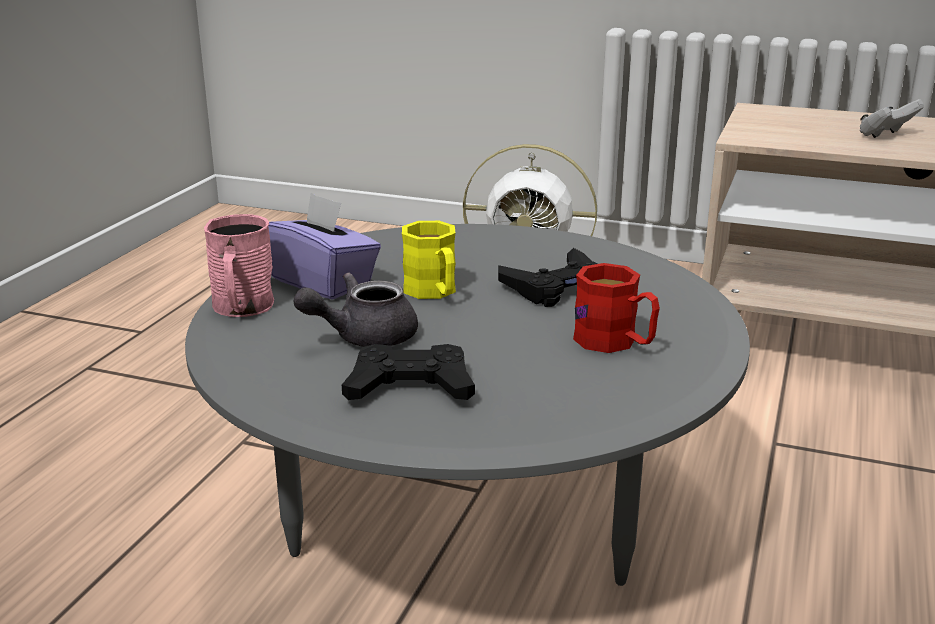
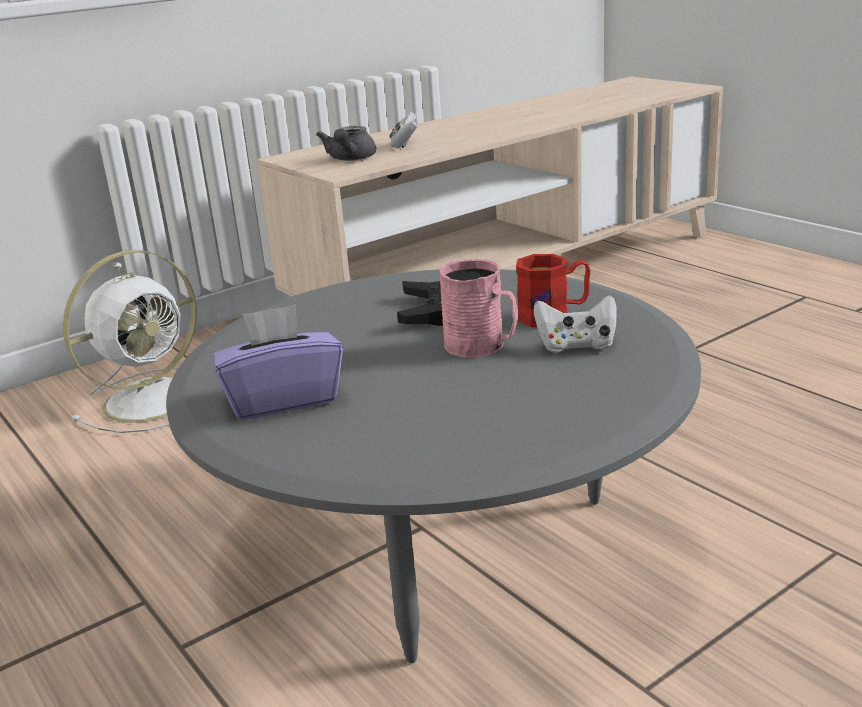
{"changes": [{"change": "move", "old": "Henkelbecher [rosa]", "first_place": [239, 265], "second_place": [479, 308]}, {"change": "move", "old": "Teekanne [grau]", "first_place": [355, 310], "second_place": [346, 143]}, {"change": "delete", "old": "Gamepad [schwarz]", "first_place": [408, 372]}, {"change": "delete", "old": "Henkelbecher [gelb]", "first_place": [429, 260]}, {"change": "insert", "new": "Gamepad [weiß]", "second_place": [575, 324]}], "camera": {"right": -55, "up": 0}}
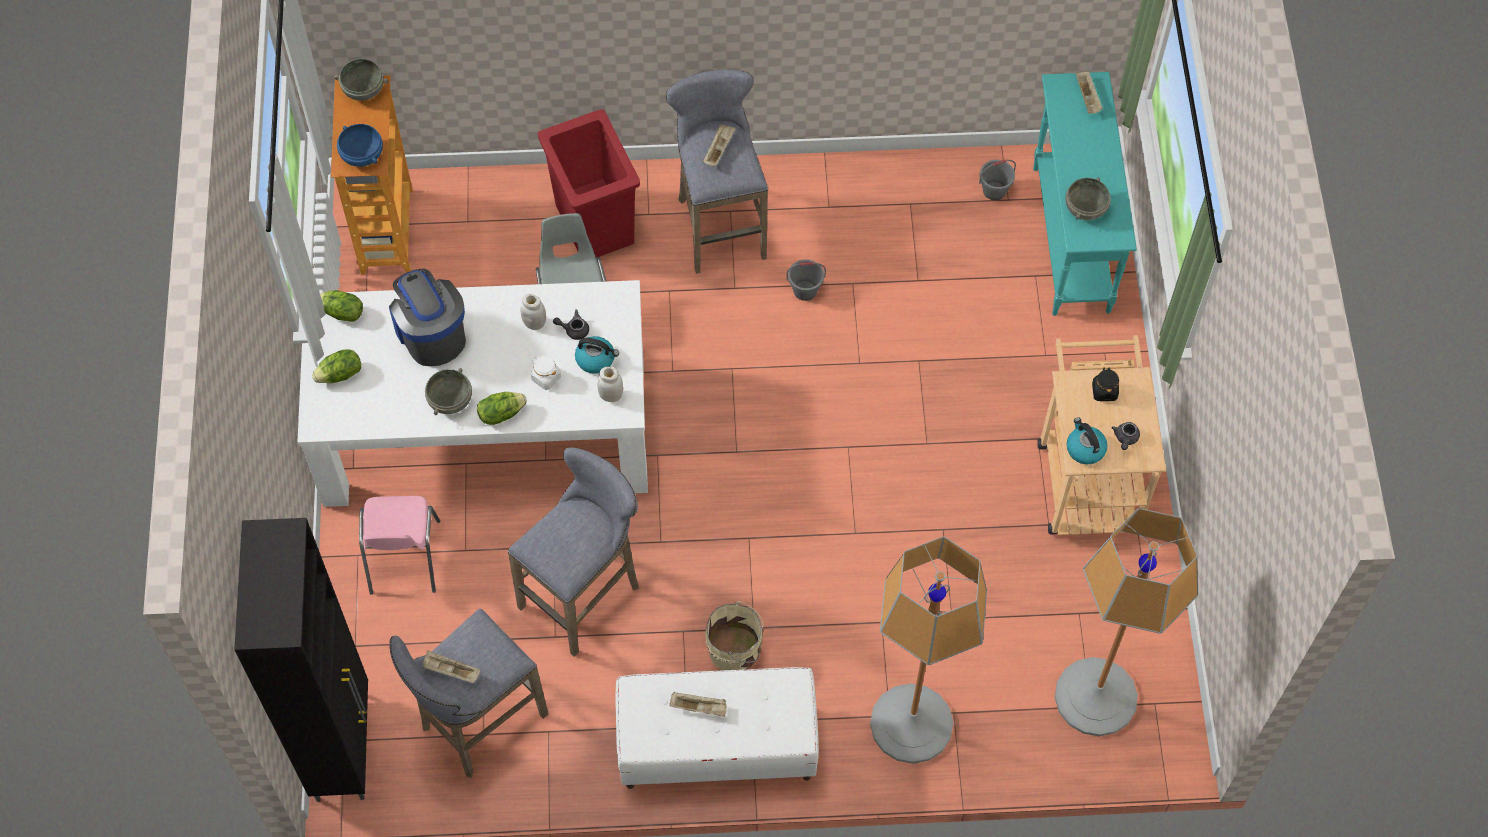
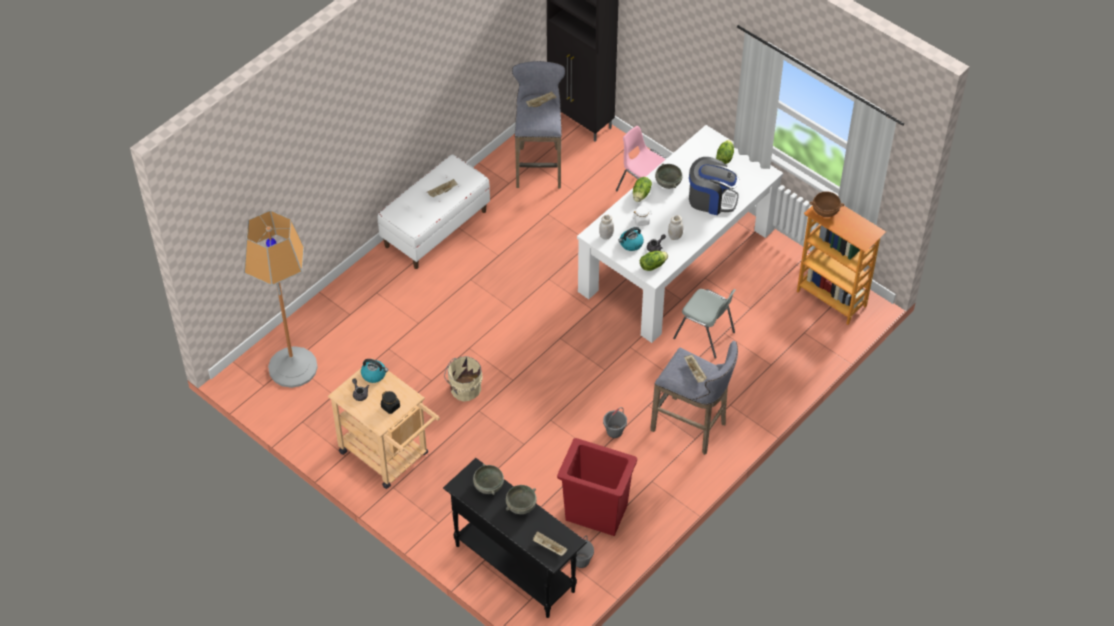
{"changes": [{"change": "move", "old": "Salatkopf", "first_place": [341, 306], "second_place": [654, 261]}, {"change": "move", "old": "Schüssel [grau]", "first_place": [361, 80], "second_place": [521, 499]}, {"change": "recolor", "old": "Schüssel [blau]", "new": "Schüssel [braun]", "first_place": [360, 145], "second_place": [826, 204]}, {"change": "delete", "old": "Hocker [grau]", "first_place": [573, 552]}, {"change": "move", "old": "Mülleimer [rot]", "first_place": [589, 183], "second_place": [597, 487]}, {"change": "move", "old": "Eimer [beige]", "first_place": [734, 635], "second_place": [463, 379]}, {"change": "delete", "old": "Stehlampe", "first_place": [928, 650]}, {"change": "recolor", "old": "Konsolentisch [türkis]", "new": "Konsolentisch [schwarz]", "first_place": [1085, 194], "second_place": [515, 538]}], "camera": {"right": 135, "up": -10}}
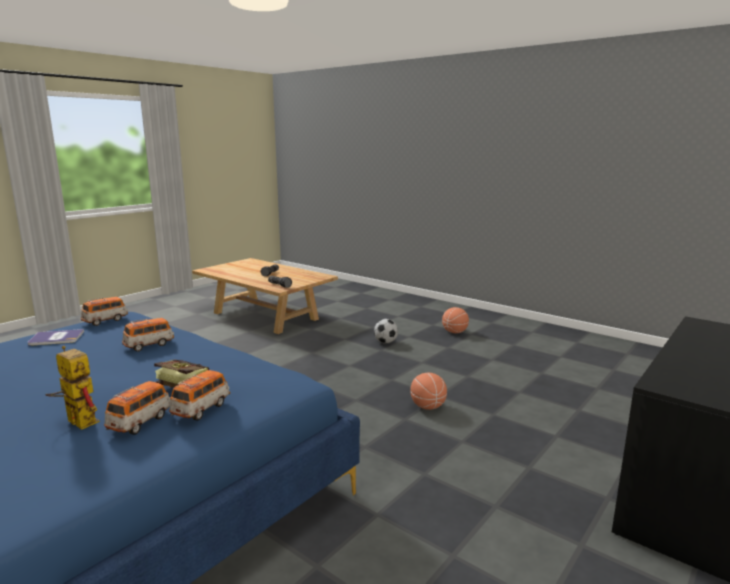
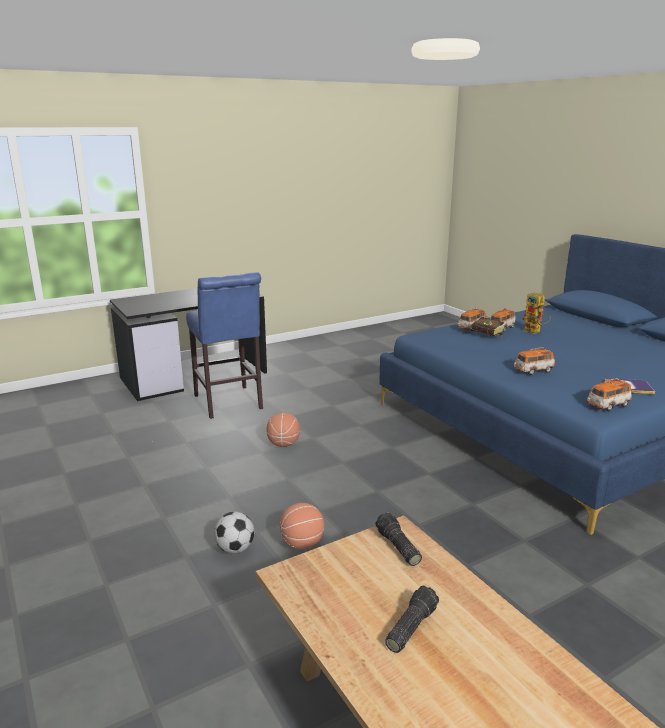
{"changes": [{"change": "move", "old": "Basketball", "first_place": [455, 320], "second_place": [302, 526]}, {"change": "insert", "new": "Hocker [blau]", "second_place": [224, 345]}], "camera": {"right": -160, "up": 5}}
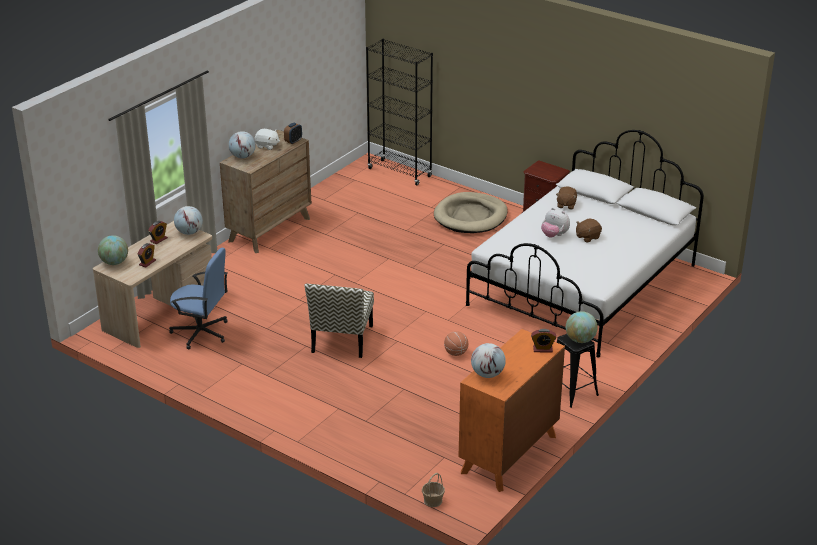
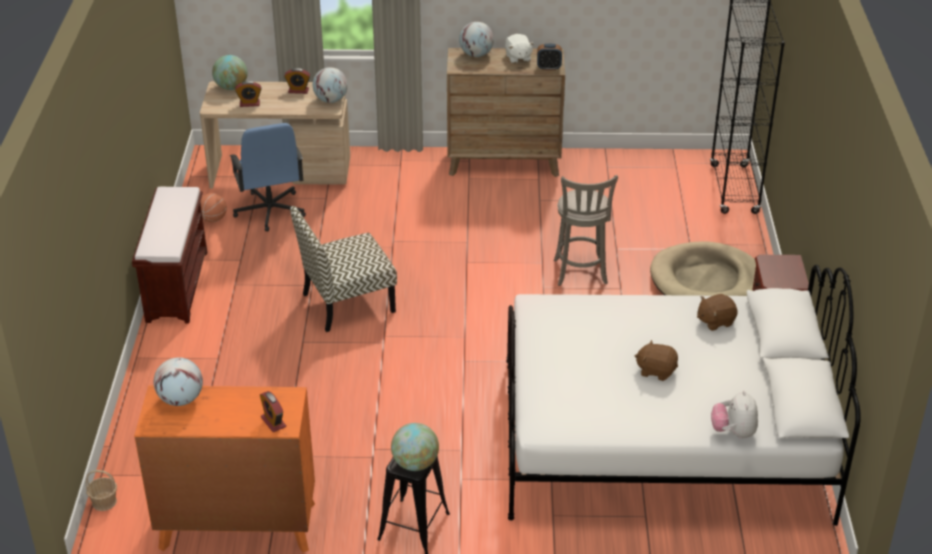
{"changes": [{"change": "move", "old": "Basketball", "first_place": [456, 343], "second_place": [213, 207]}, {"change": "move", "old": "Plüschtier", "first_place": [555, 223], "second_place": [734, 415]}, {"change": "insert", "new": "Bank [braun]", "second_place": [169, 255]}, {"change": "insert", "new": "Hocker [grau]", "second_place": [586, 230]}], "camera": {"right": 55, "up": 5}}
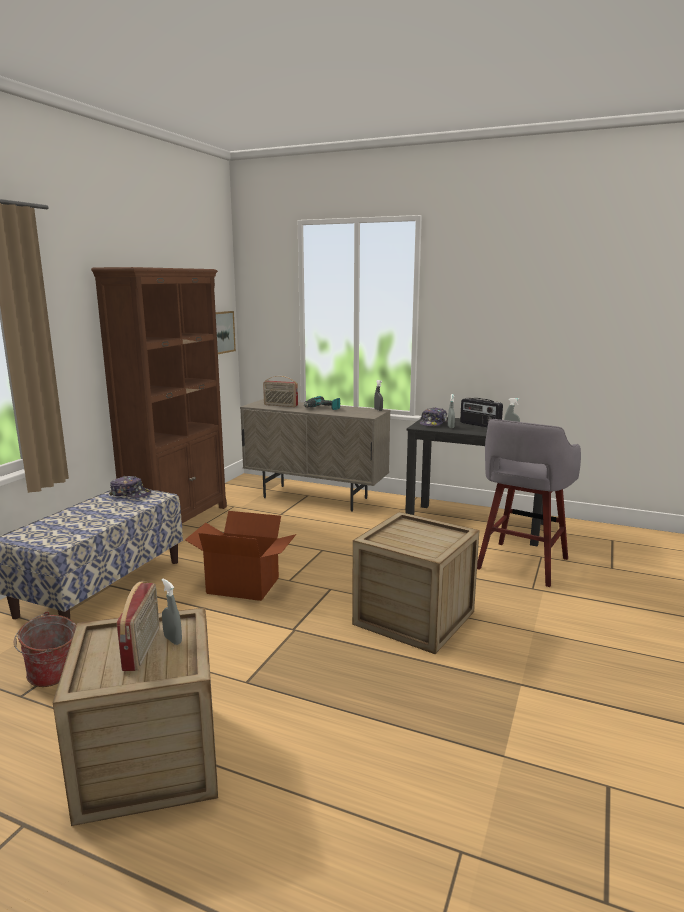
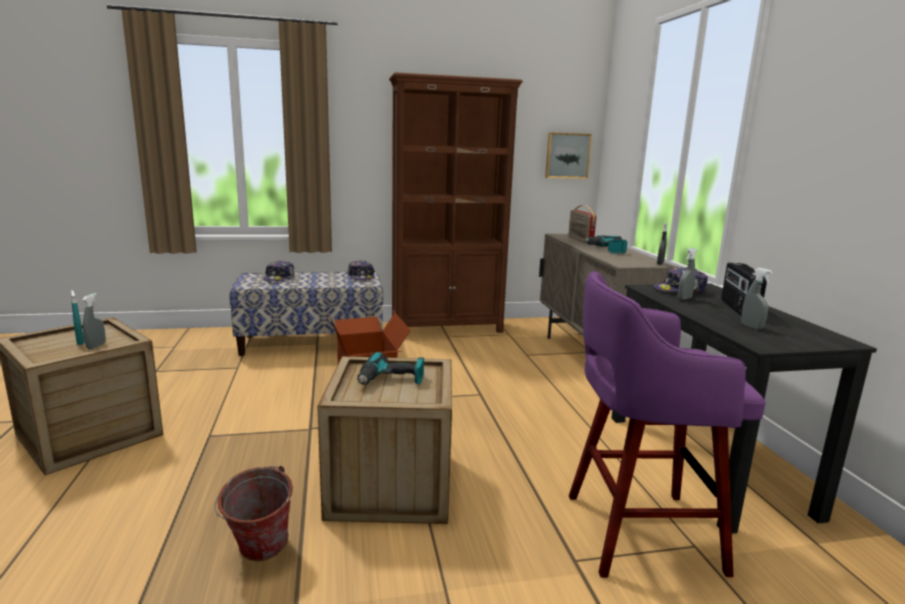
{"changes": [{"change": "move", "old": "Eimer", "first_place": [45, 649], "second_place": [253, 513]}, {"change": "replace", "old": "Radio", "new": "Sprühflasche [türkis]", "first_place": [138, 626], "second_place": [77, 317]}, {"change": "recolor", "old": "Hocker [grau]", "new": "Hocker [lila]", "first_place": [529, 503], "second_place": [667, 424]}, {"change": "insert", "new": "Kappe", "second_place": [278, 271]}, {"change": "insert", "new": "Bohrmaschine", "second_place": [390, 368]}], "camera": {"right": 55, "up": 0}}
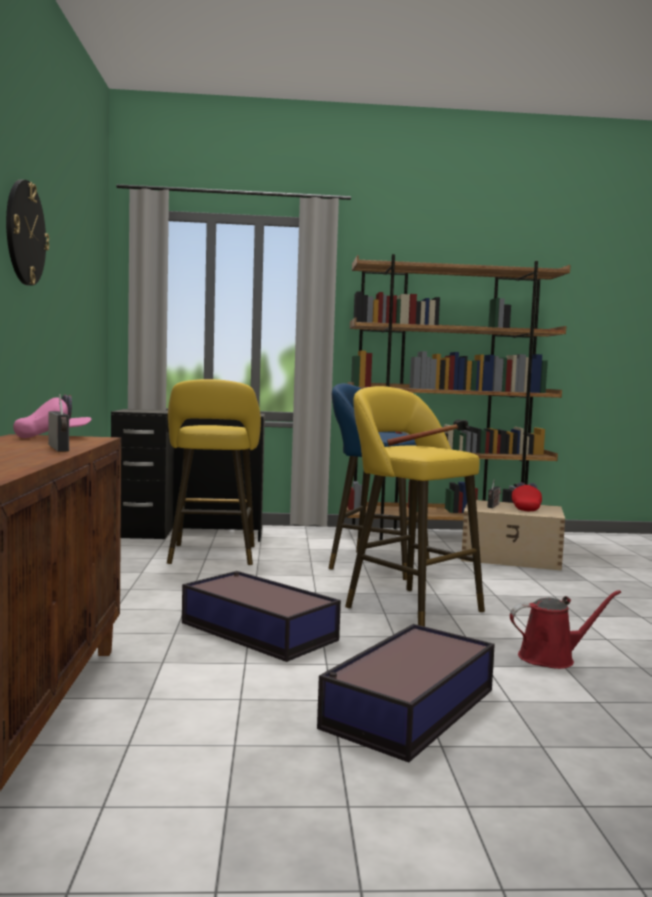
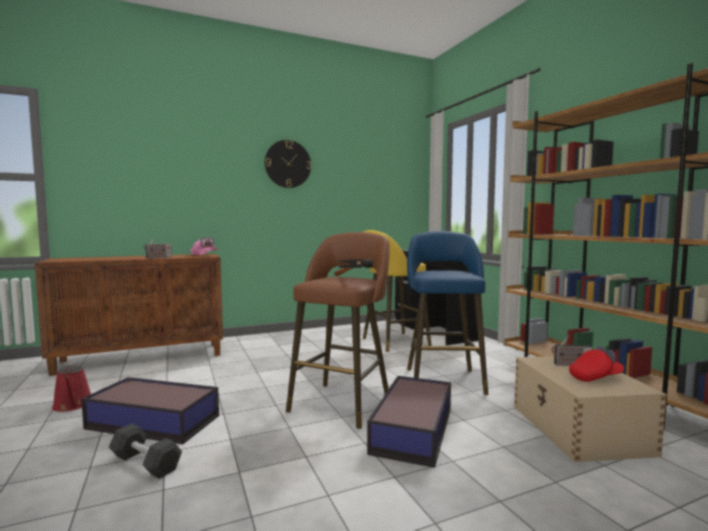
{"changes": [{"change": "move", "old": "Aufbewahrungsbox", "first_place": [261, 616], "second_place": [409, 422]}, {"change": "recolor", "old": "Hocker [gelb]", "new": "Hocker [braun]", "first_place": [415, 506], "second_place": [338, 330]}, {"change": "move", "old": "Gießkanne [rot]", "first_place": [565, 629], "second_place": [71, 387]}, {"change": "insert", "new": "Hantel [schwarz]", "second_place": [145, 451]}], "camera": {"right": 70, "up": 0}}
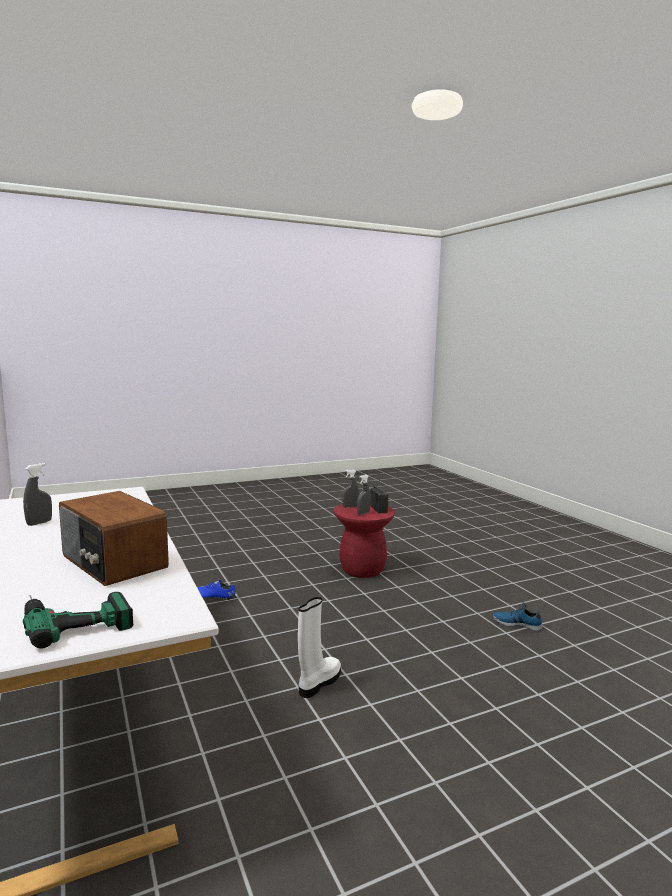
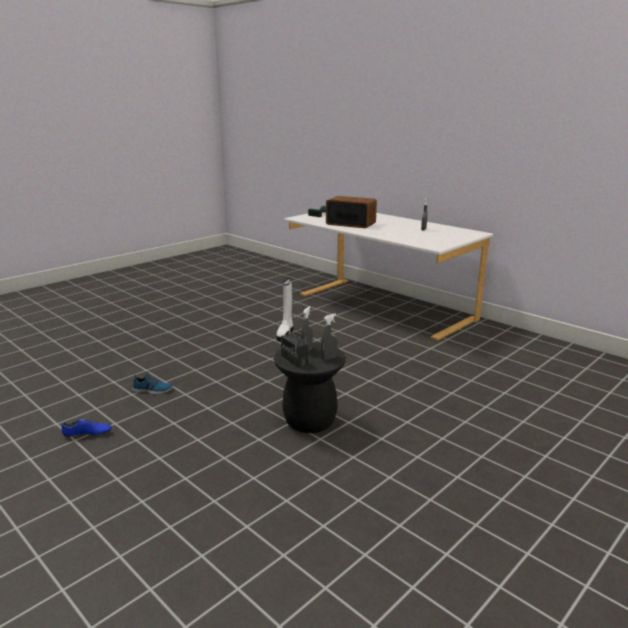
{"changes": [{"change": "move", "old": "Schuh [blau]", "first_place": [216, 590], "second_place": [87, 428]}, {"change": "recolor", "old": "Hocker [rot]", "new": "Hocker [schwarz]", "first_place": [364, 541], "second_place": [310, 387]}], "camera": {"right": 160, "up": 10}}
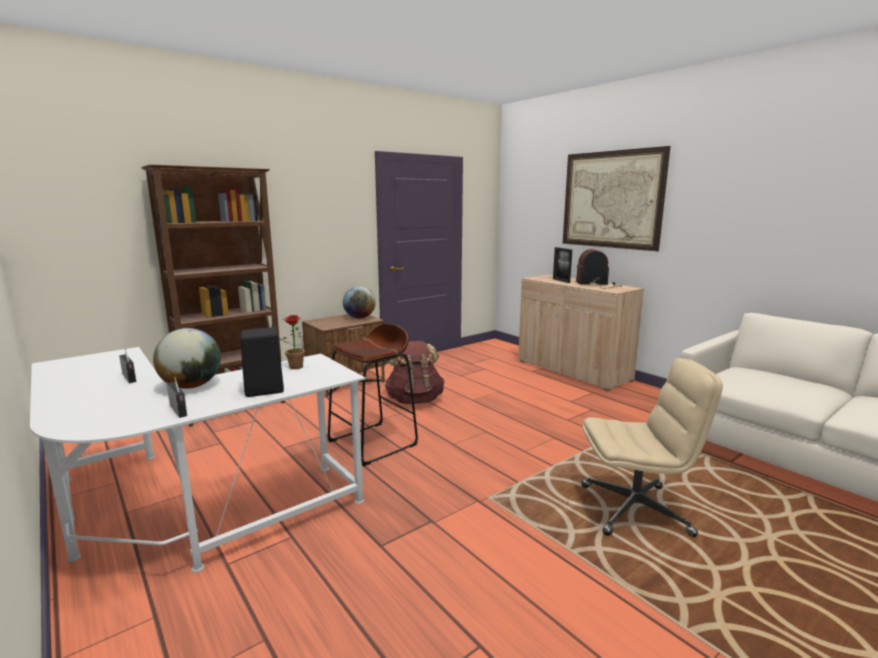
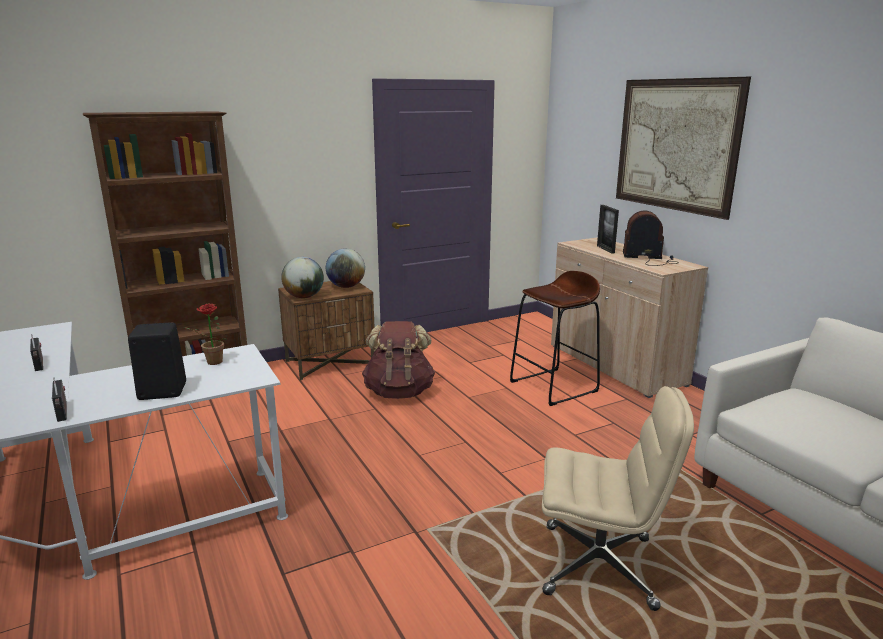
{"changes": [{"change": "move", "old": "Globus", "first_place": [187, 358], "second_place": [302, 277]}, {"change": "move", "old": "Hocker [braun]", "first_place": [373, 395], "second_place": [555, 338]}], "camera": {"right": 10, "up": 5}}
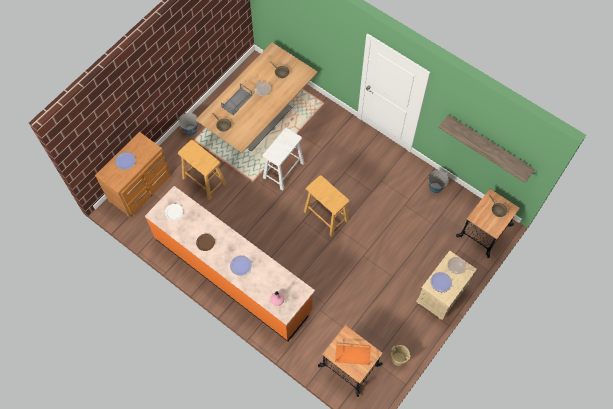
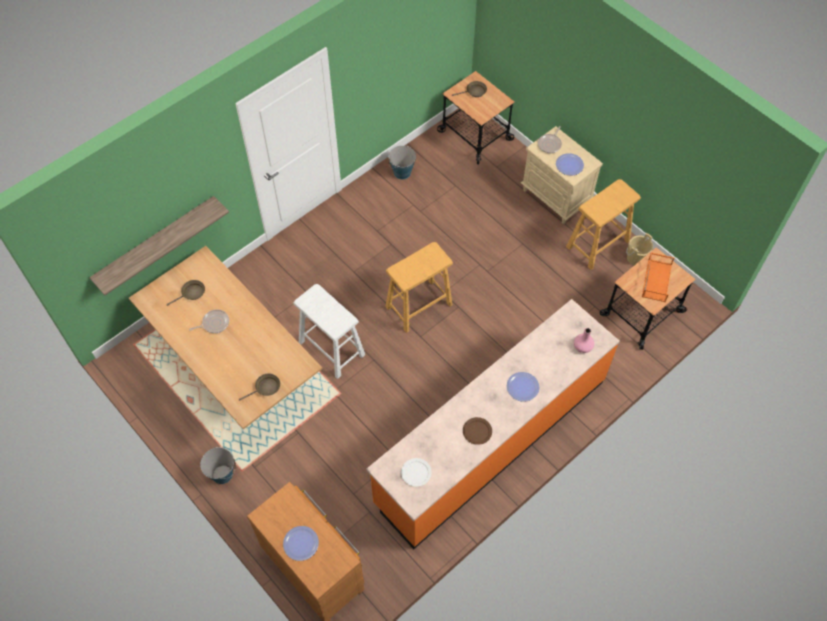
{"changes": [{"change": "move", "old": "Hocker [beige]", "first_place": [202, 170], "second_place": [603, 224]}, {"change": "delete", "old": "Tablett [grau]", "first_place": [236, 99]}, {"change": "move", "old": "Wandregal", "first_place": [486, 149], "second_place": [159, 246]}], "camera": {"right": -80, "up": -5}}
